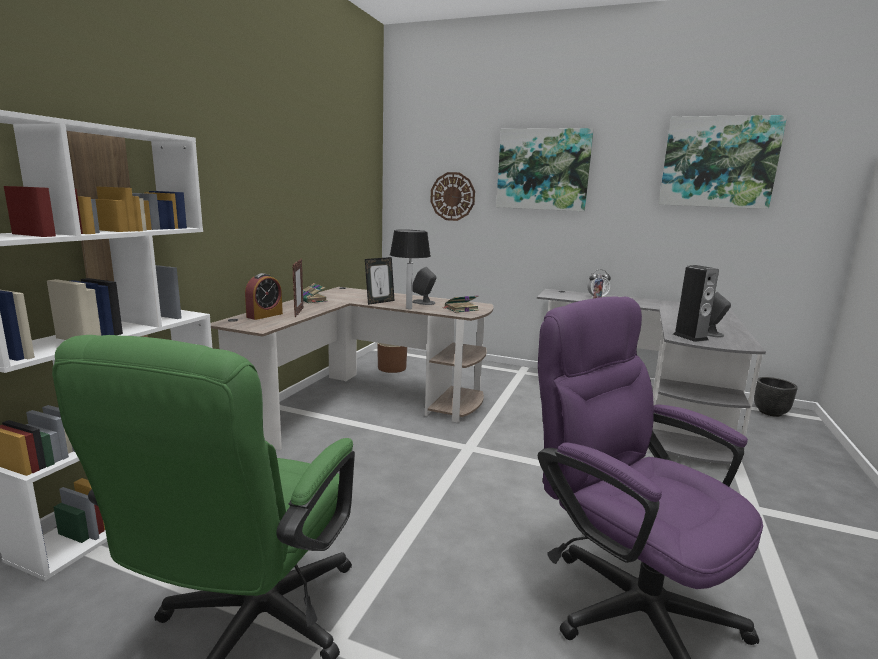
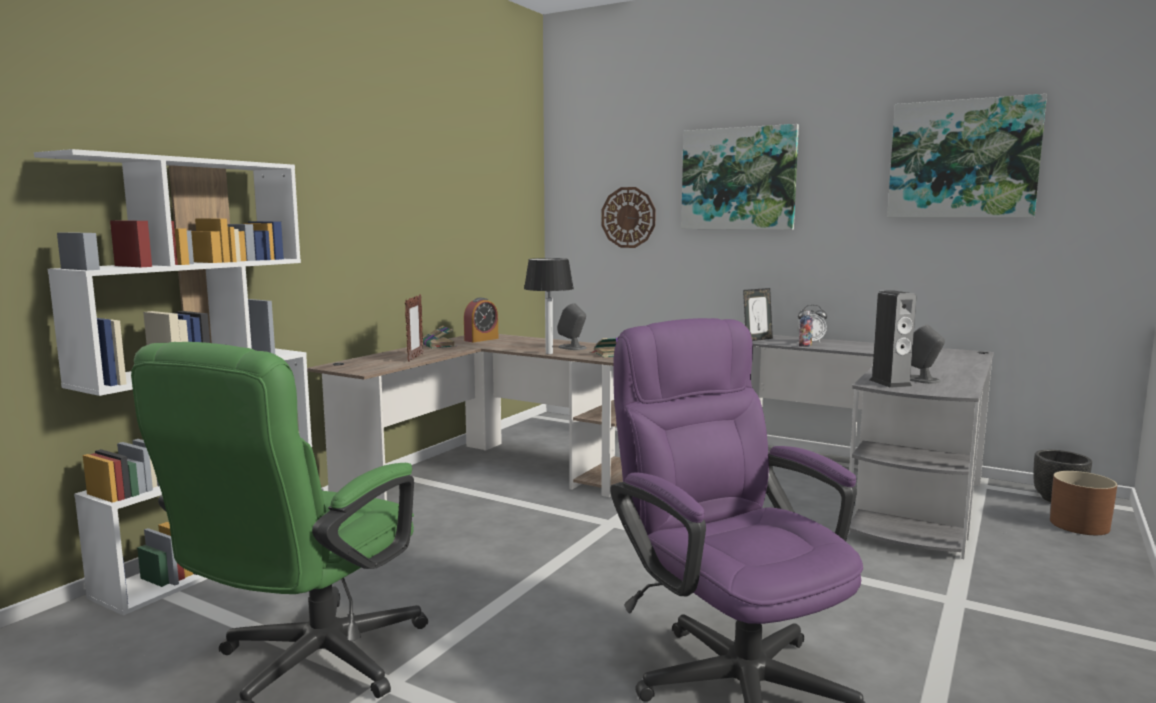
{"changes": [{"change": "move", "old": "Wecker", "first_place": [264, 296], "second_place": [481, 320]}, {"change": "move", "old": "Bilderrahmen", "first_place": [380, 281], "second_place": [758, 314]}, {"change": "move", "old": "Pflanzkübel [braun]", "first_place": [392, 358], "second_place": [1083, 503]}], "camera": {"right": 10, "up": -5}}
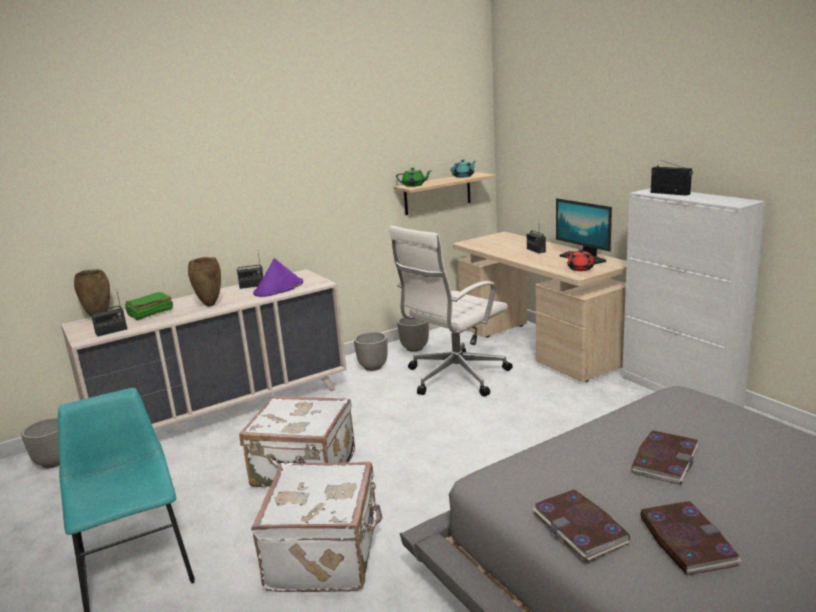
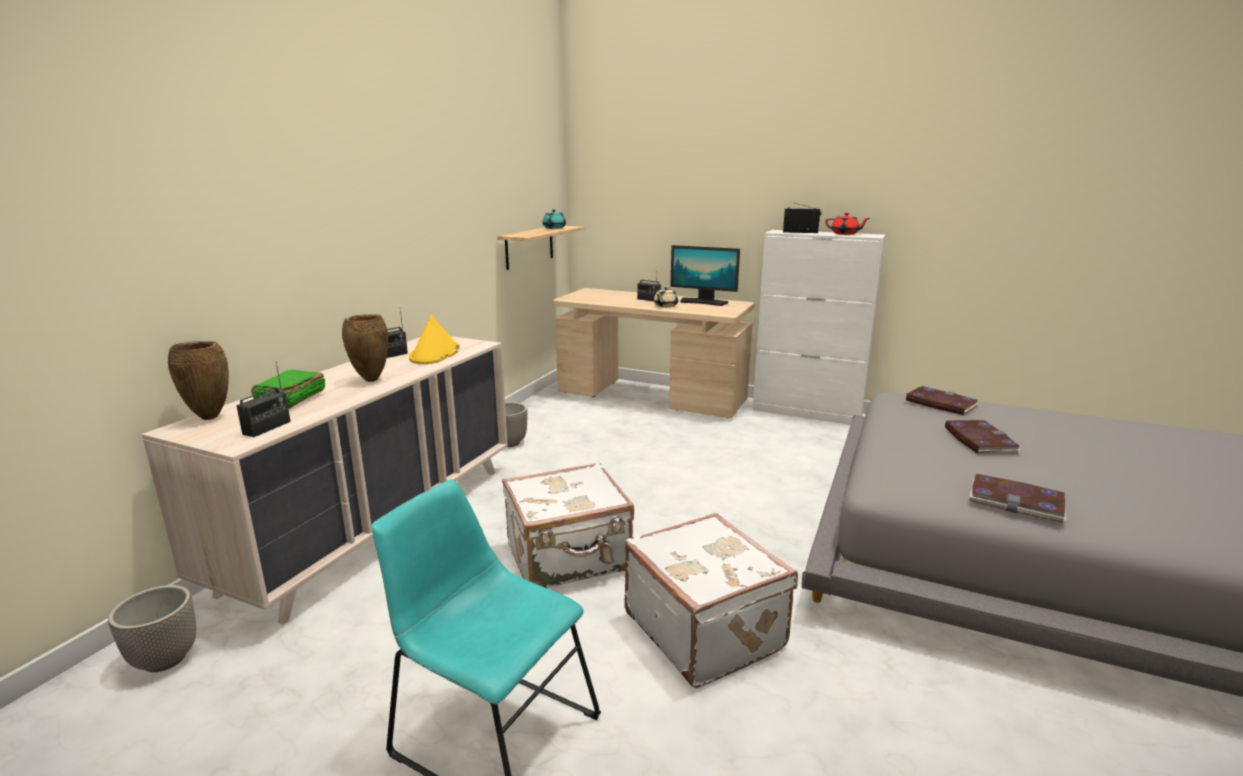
{"changes": [{"change": "recolor", "old": "Hut [lila]", "new": "Hut [gelb]", "first_place": [278, 277], "second_place": [434, 339]}, {"change": "delete", "old": "Bürostuhl [weiß]", "first_place": [451, 311]}, {"change": "delete", "old": "Teekanne [grün]", "first_place": [414, 177]}, {"change": "delete", "old": "Pflanzkübel", "first_place": [413, 334]}, {"change": "move", "old": "Teekanne [rot]", "first_place": [582, 260], "second_place": [847, 224]}, {"change": "move", "old": "Buch", "first_place": [691, 538], "second_place": [942, 400]}, {"change": "insert", "new": "Teekanne [beige]", "second_place": [666, 297]}], "camera": {"right": -35, "up": 0}}
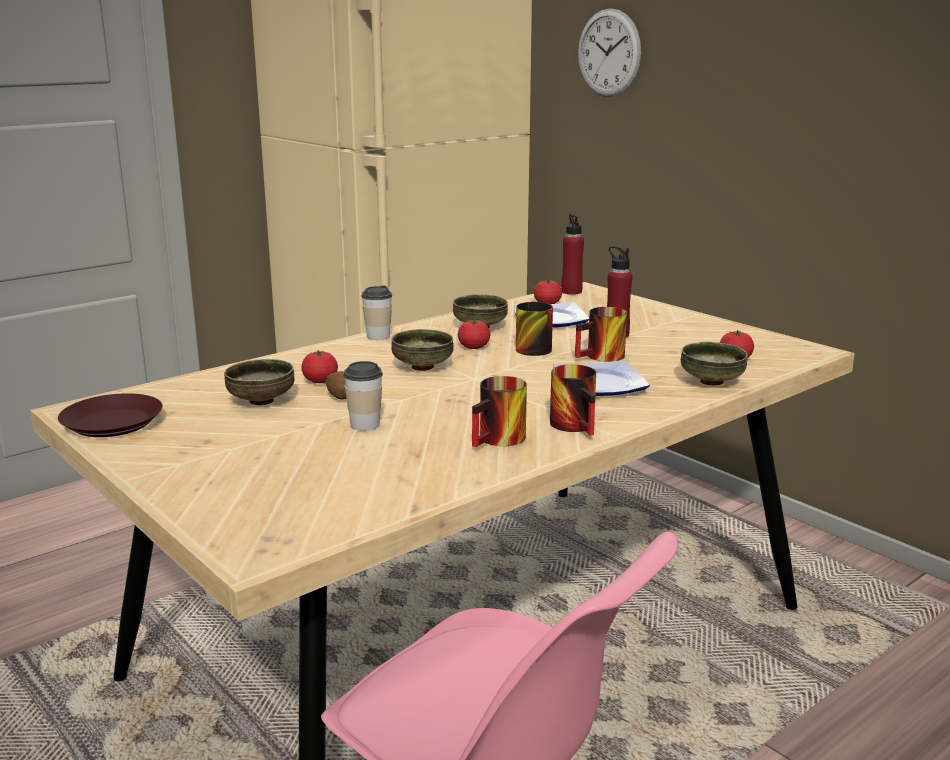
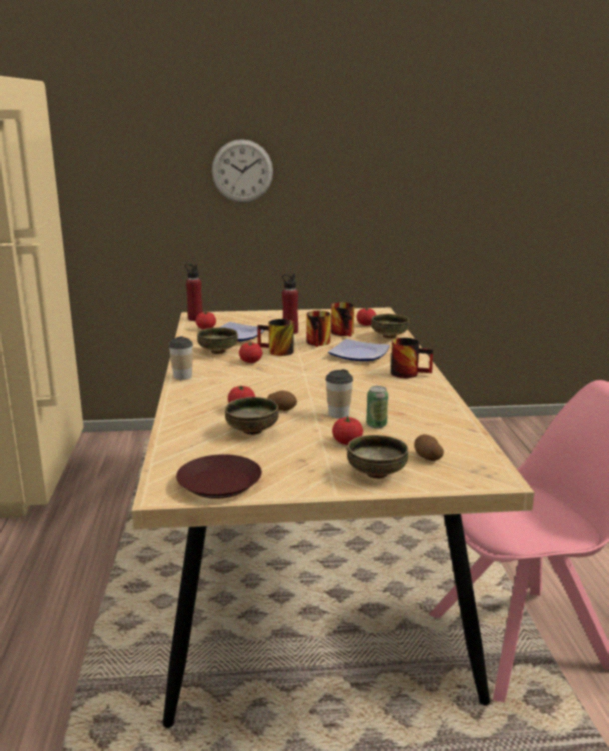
{"changes": [{"change": "move", "old": "Schüssel", "first_place": [422, 350], "second_place": [377, 457]}, {"change": "move", "old": "Henkelbecher", "first_place": [499, 411], "second_place": [342, 319]}, {"change": "move", "old": "Wanduhr", "first_place": [609, 52], "second_place": [242, 171]}, {"change": "insert", "new": "Tomate", "second_place": [347, 430]}, {"change": "insert", "new": "Dose", "second_place": [377, 407]}, {"change": "insert", "new": "Kartoffel", "second_place": [429, 447]}], "camera": {"right": -55, "up": 0}}
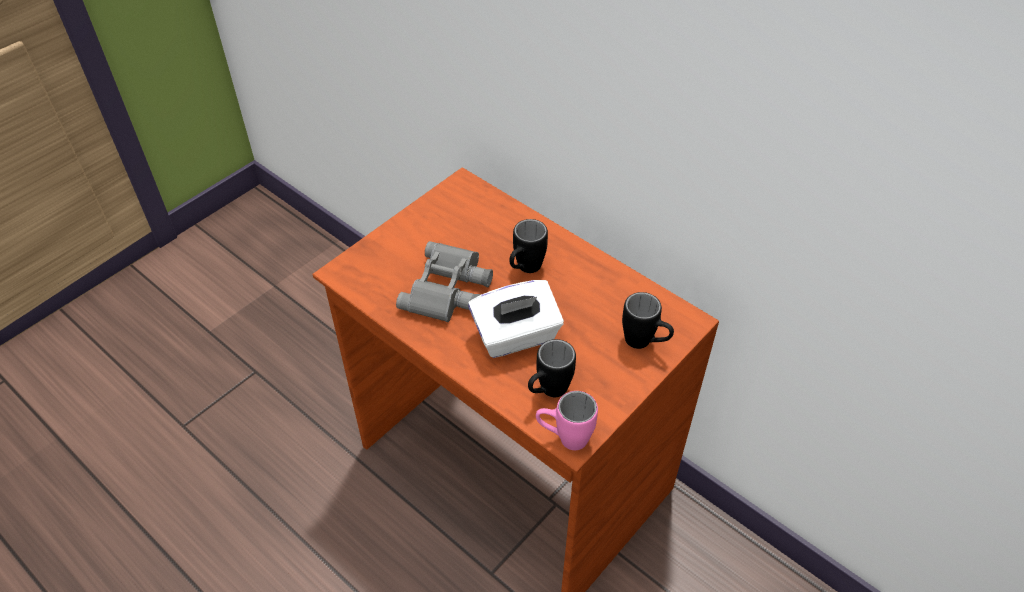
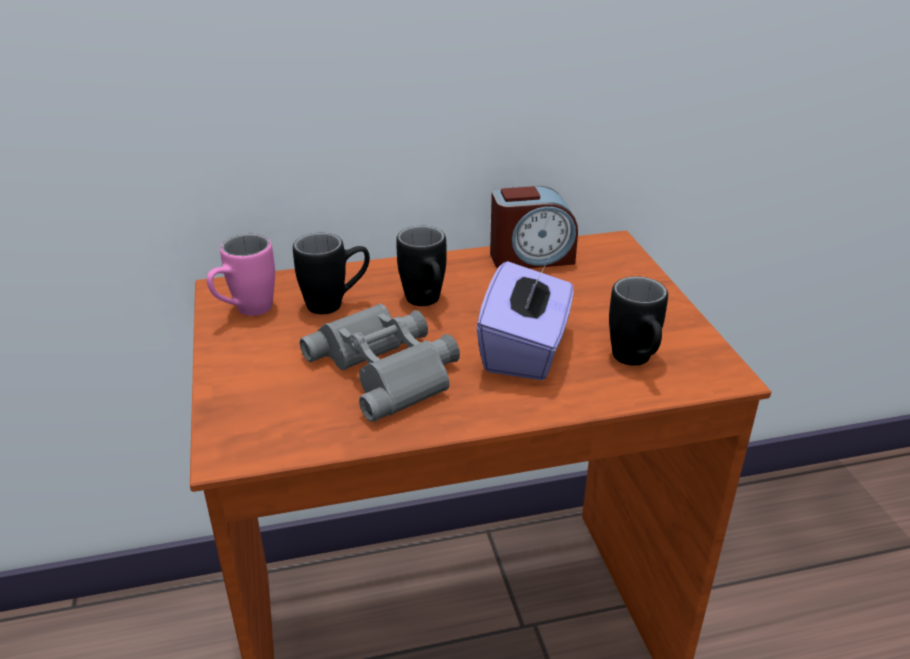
{"changes": [{"change": "recolor", "old": "Taschentuchbox [weiß]", "new": "Taschentuchbox [lila]", "first_place": [516, 319], "second_place": [524, 319]}, {"change": "move", "old": "Henkelbecher [rosa]", "first_place": [567, 420], "second_place": [241, 275]}, {"change": "move", "old": "Henkelbecher [schwarz]", "first_place": [648, 320], "second_place": [331, 273]}, {"change": "insert", "new": "Wecker", "second_place": [534, 226]}], "camera": {"right": -55, "up": -15}}
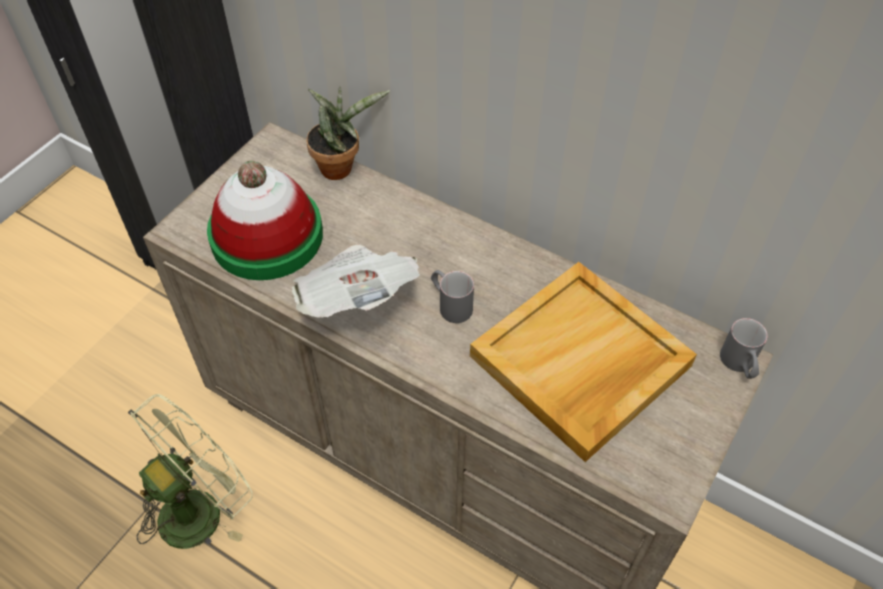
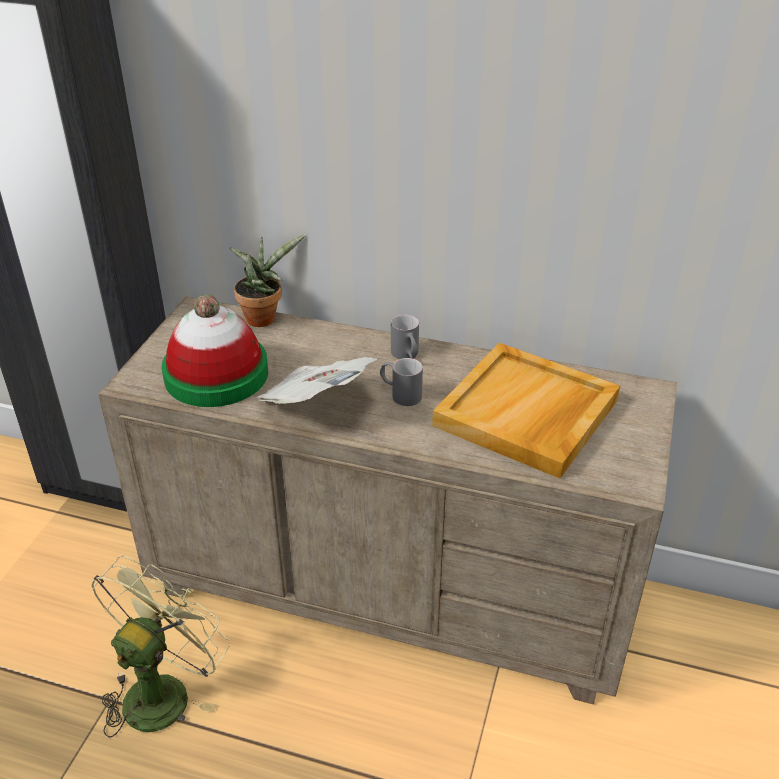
{"changes": [{"change": "move", "old": "Henkelbecher [grau]", "first_place": [744, 348], "second_place": [405, 337]}], "camera": {"right": -15, "up": -15}}
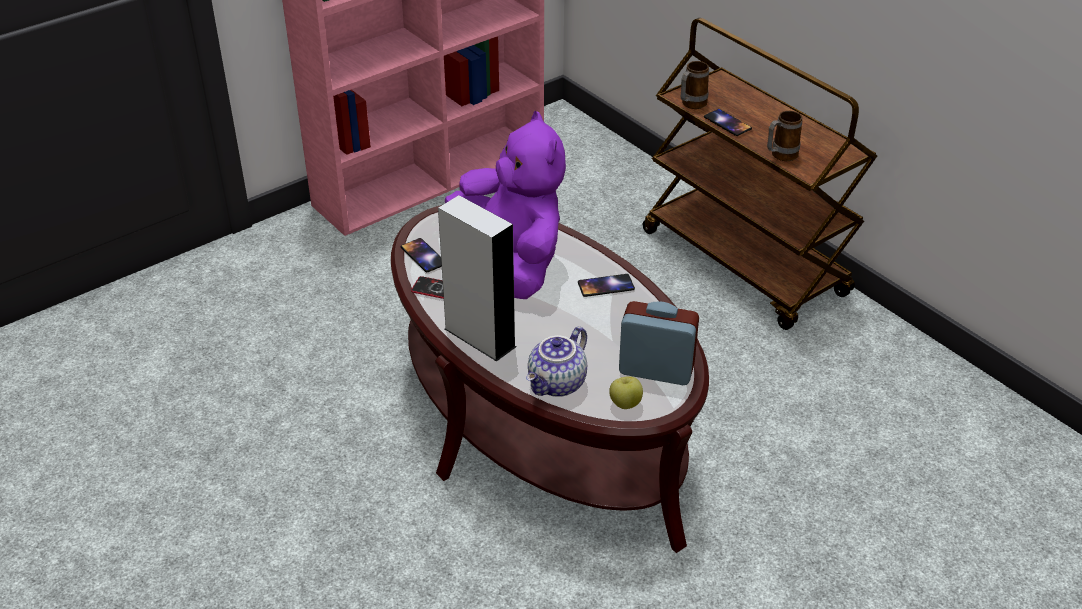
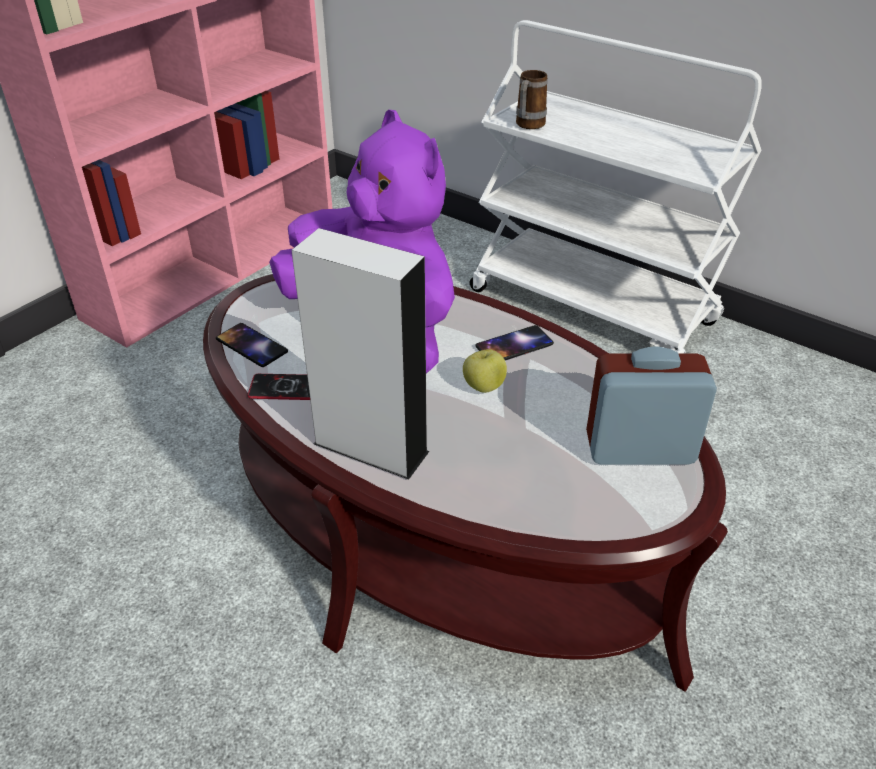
{"changes": [{"change": "delete", "old": "Teekanne", "first_place": [556, 361]}, {"change": "move", "old": "Apfel", "first_place": [626, 392], "second_place": [485, 371]}, {"change": "recolor", "old": "Rollwagen [braun]", "new": "Rollwagen [weiß]", "first_place": [760, 174], "second_place": [616, 186]}, {"change": "delete", "old": "Handy", "first_place": [728, 122]}, {"change": "delete", "old": "Henkelbecher", "first_place": [785, 136]}], "camera": {"right": -15, "up": 0}}
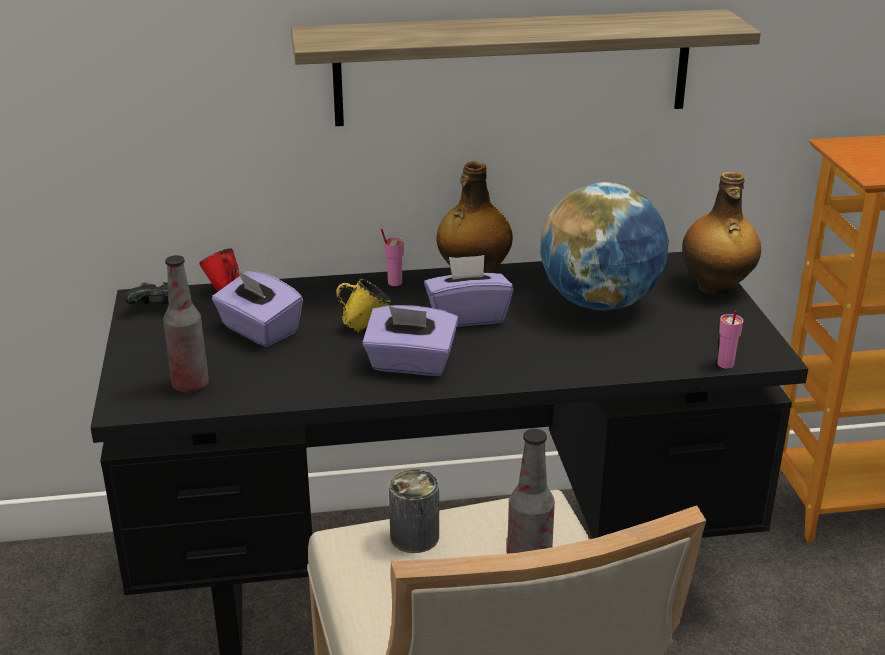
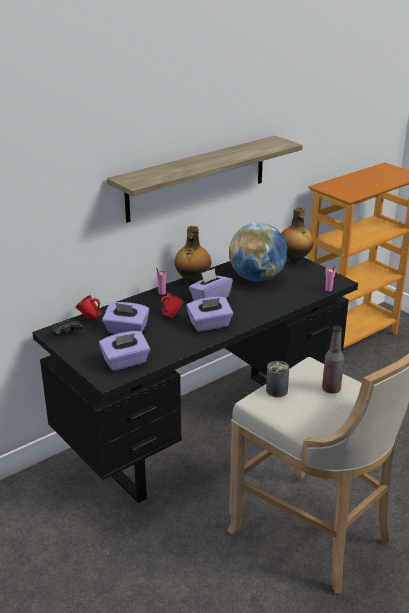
{"changes": [{"change": "replace", "old": "Flasche", "new": "Taschentuchbox [lila]", "first_place": [186, 324], "second_place": [124, 351]}, {"change": "recolor", "old": "Henkelbecher [gelb]", "new": "Henkelbecher [rot]", "first_place": [363, 306], "second_place": [172, 306]}], "camera": {"right": -30, "up": 0}}
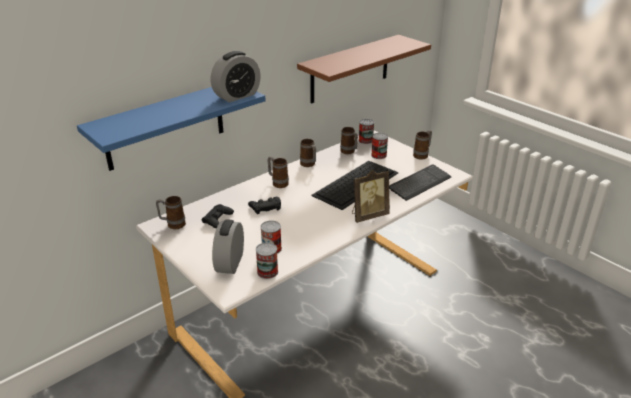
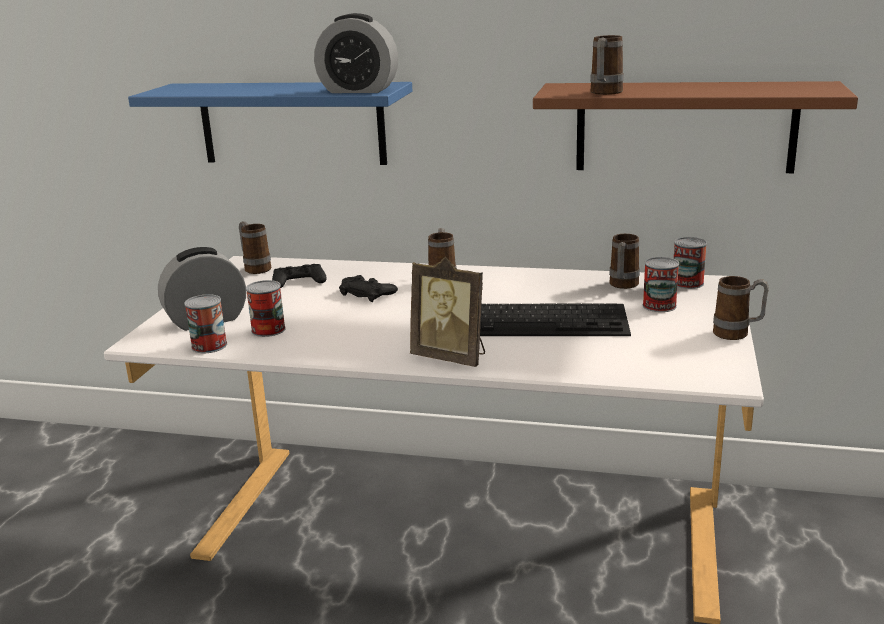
{"changes": [{"change": "move", "old": "Henkelbecher", "first_place": [308, 153], "second_place": [607, 65]}, {"change": "delete", "old": "Tastatur", "first_place": [420, 183]}], "camera": {"right": 55, "up": -10}}
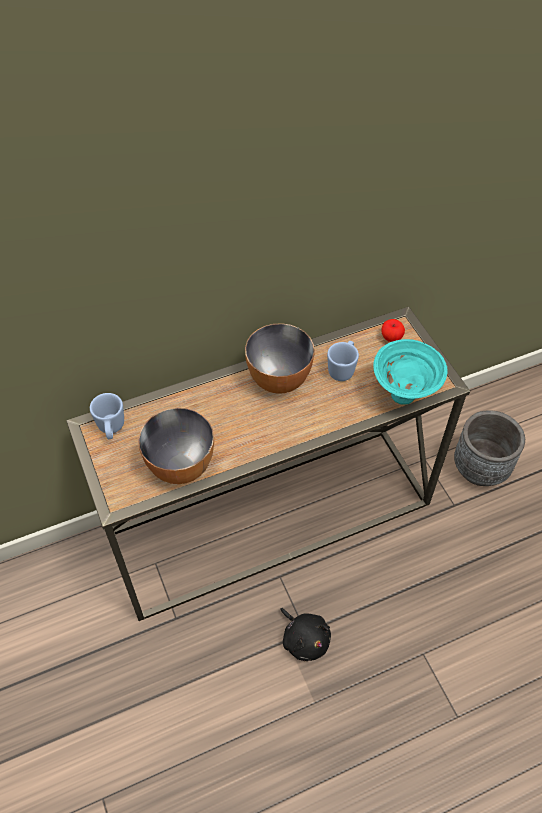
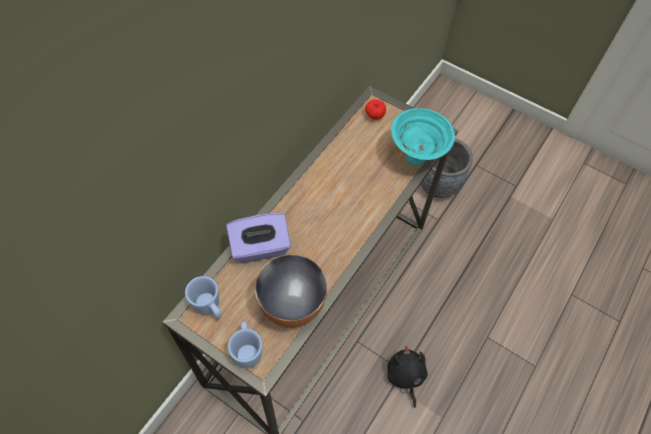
{"changes": [{"change": "delete", "old": "Schüssel", "first_place": [280, 358]}, {"change": "rotate", "old": "Plüschtier [schwarz]", "first_place": [305, 634], "second_place": [407, 377], "degrees": -120}, {"change": "move", "old": "Henkelbecher [blau]", "first_place": [343, 361], "second_place": [245, 344]}, {"change": "insert", "new": "Taschentuchbox [lila]", "second_place": [258, 238]}], "camera": {"right": -35, "up": 5}}
